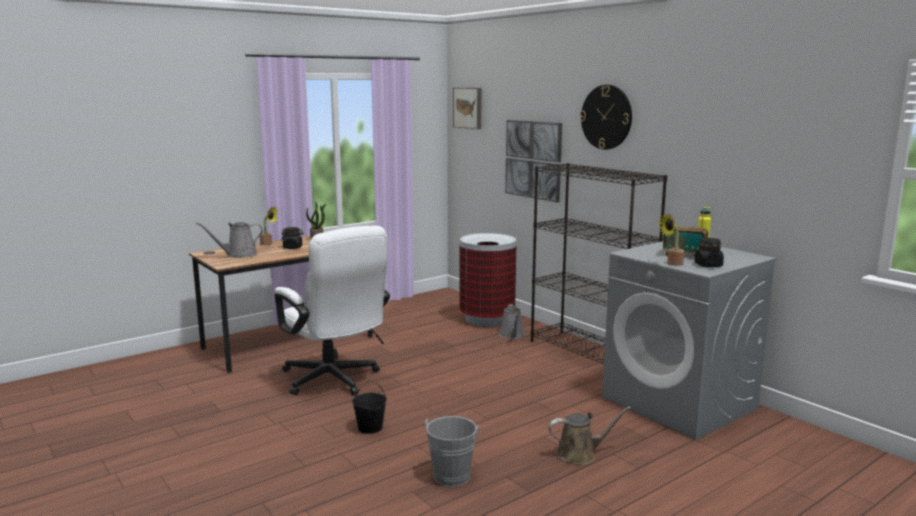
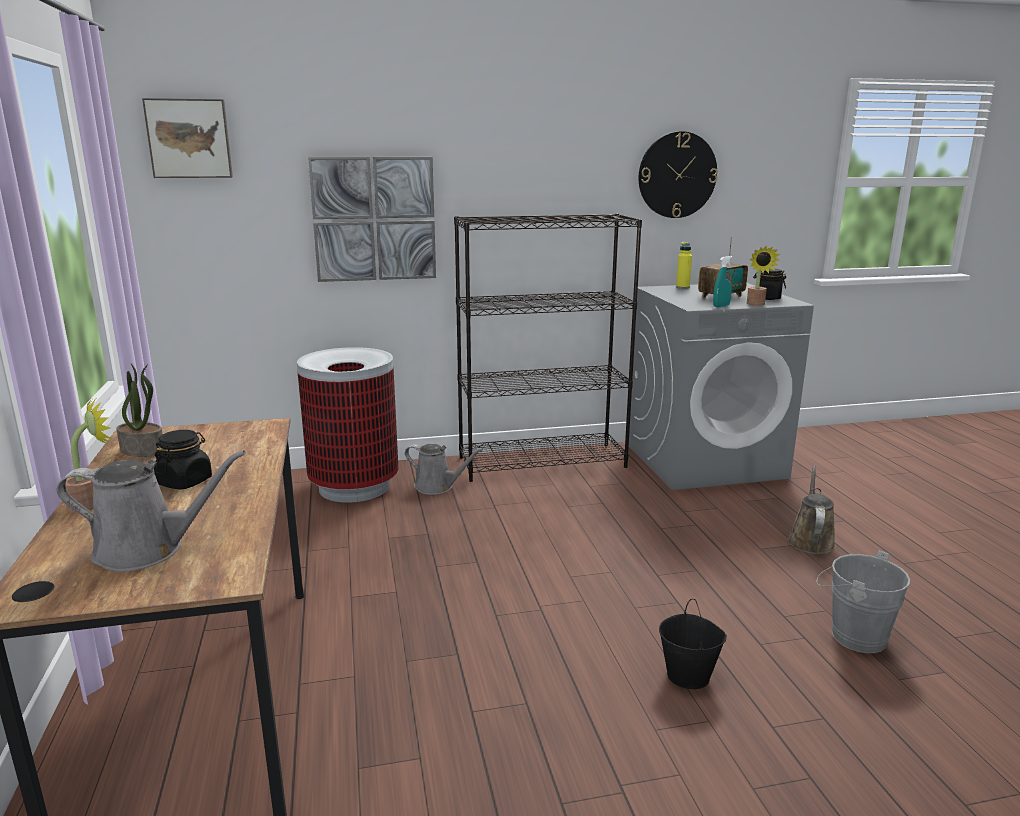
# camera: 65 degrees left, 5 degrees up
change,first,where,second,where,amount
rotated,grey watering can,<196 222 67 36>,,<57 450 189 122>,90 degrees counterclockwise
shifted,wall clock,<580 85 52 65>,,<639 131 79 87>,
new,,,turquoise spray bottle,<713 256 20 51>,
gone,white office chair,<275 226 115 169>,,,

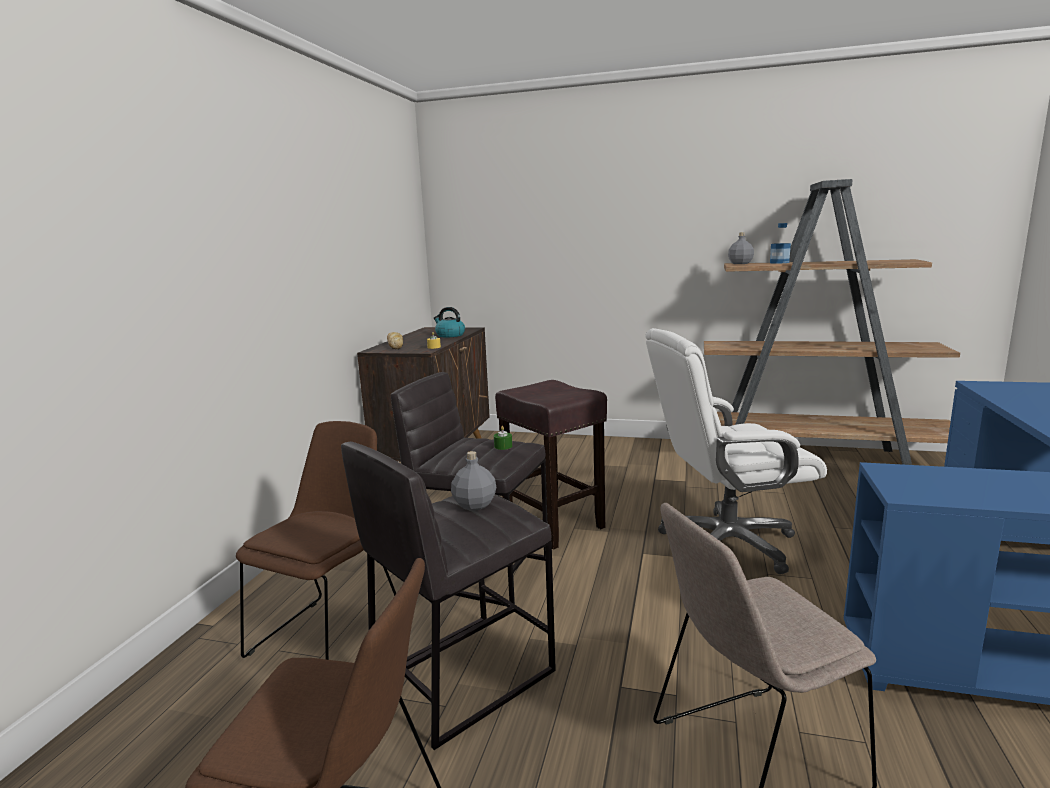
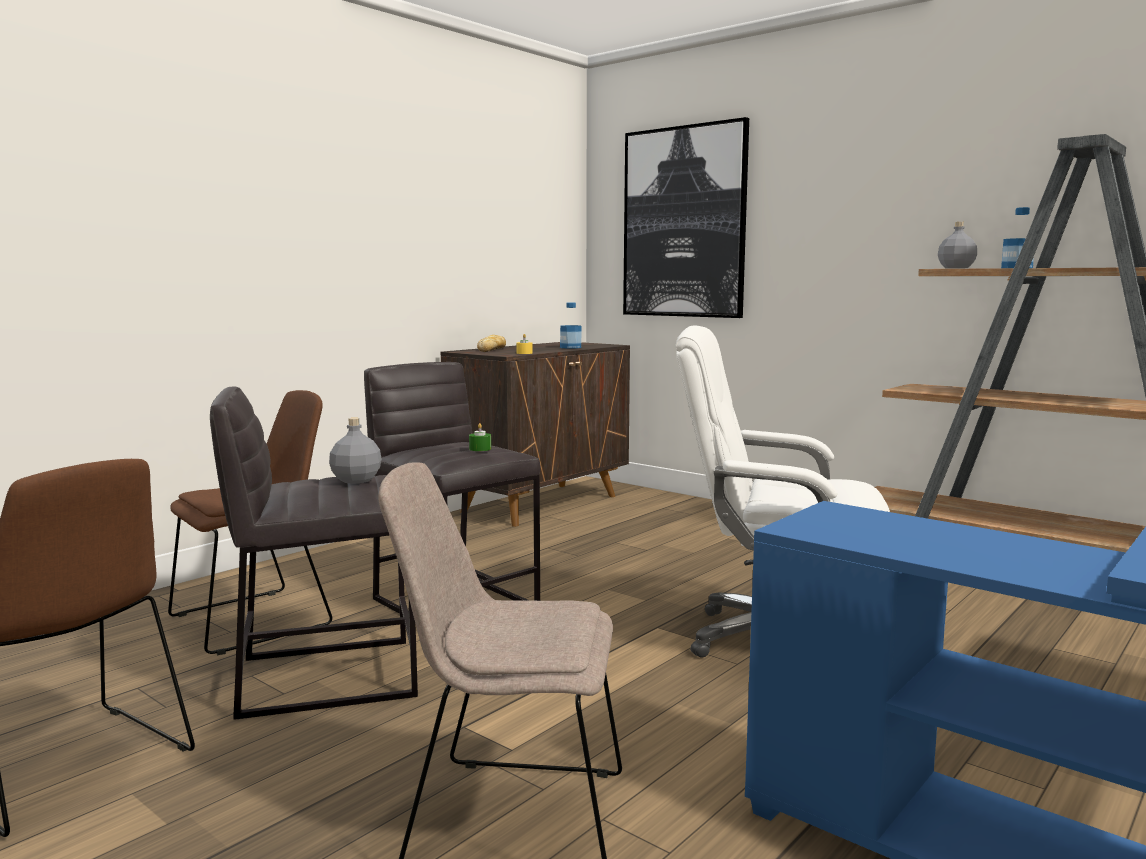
# camera: 25 degrees right, 5 degrees down
change,first,where,second,where,amount
swapped,kettle,<433 307 32 31>,bottle,<560 303 21 46>,
new,,,picture,<623 117 126 201>,
gone,brown stool,<495 380 112 170>,,,

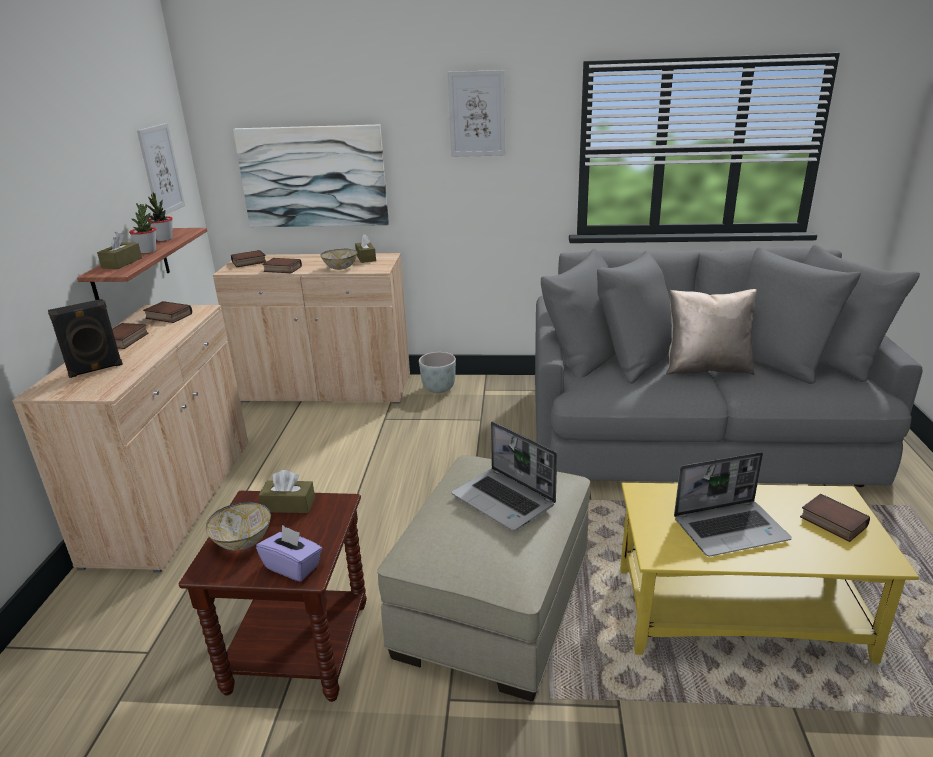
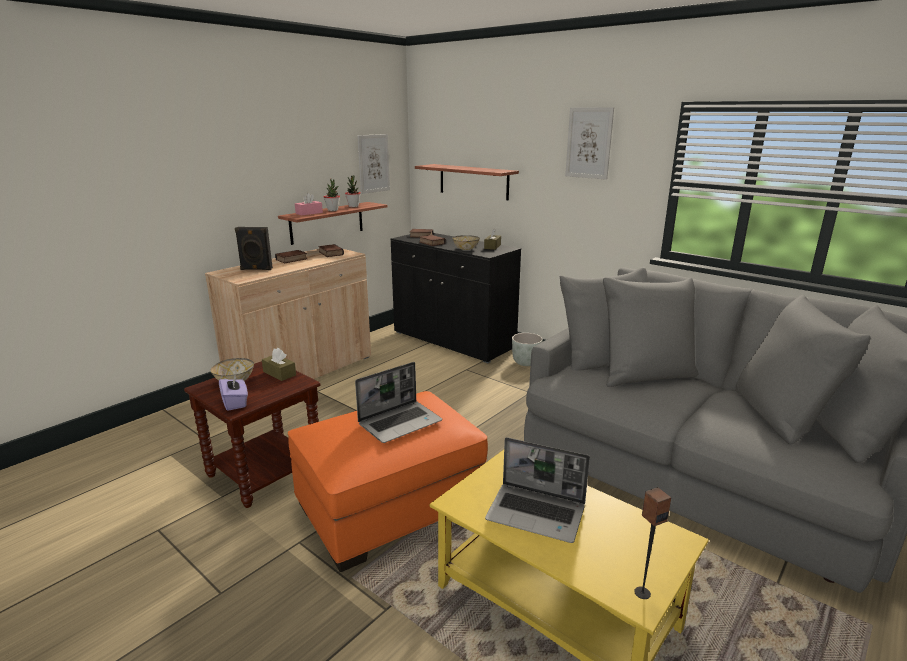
# camera: 35 degrees right, 5 degrees down
change,first,where,second,where,amount
repainted,beige ottoman,<377 455 213 246>,orange ottoman,<288 391 200 181>,
repainted,brown tissue box,<97 232 45 37>,pink tissue box,<295 193 28 23>,
rotated,laptop,<452 422 105 109>,,<355 362 87 81>,120 degrees counterclockwise
repainted,beige cabinet,<213 253 197 150>,black cabinet,<391 233 130 130>,
swapped,picture,<233 124 156 103>,shelf,<415 164 104 36>,
new,,,speaker,<634 487 37 112>,
gone,beige pillow,<666 289 91 86>,,,
gone,book,<800 494 70 48>,,,

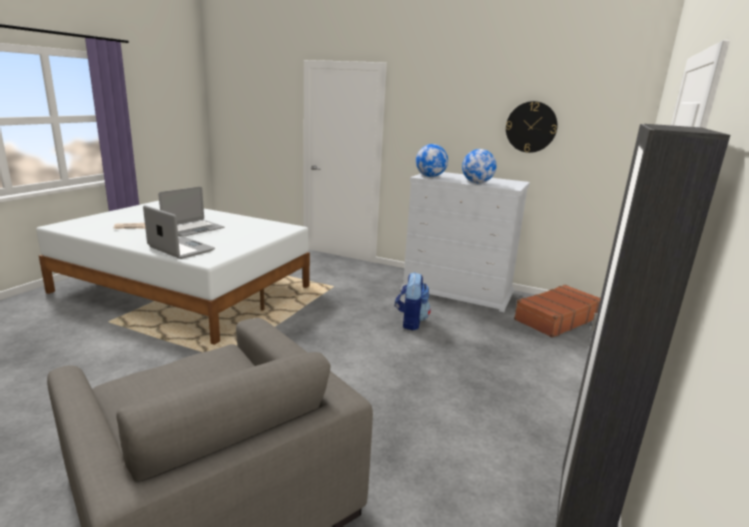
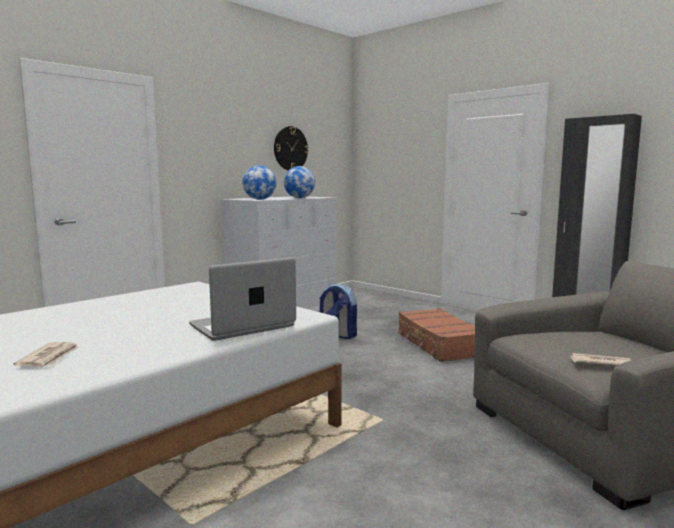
# camera: 70 degrees left, 10 degrees down
change,first,where,second,where,amount
shifted,brown suitcase,<514 284 87 54>,,<398 308 77 54>,
new,,,newspaper,<569 353 62 13>,
gone,laptop,<158 187 66 50>,,,

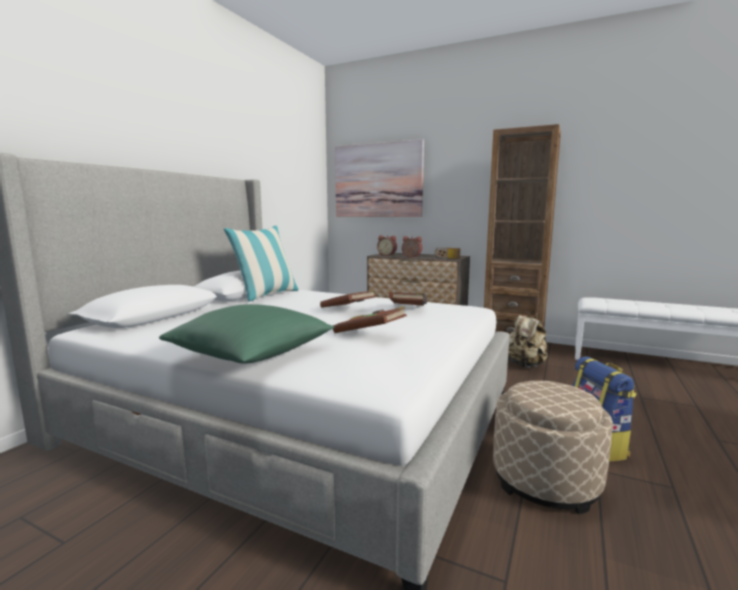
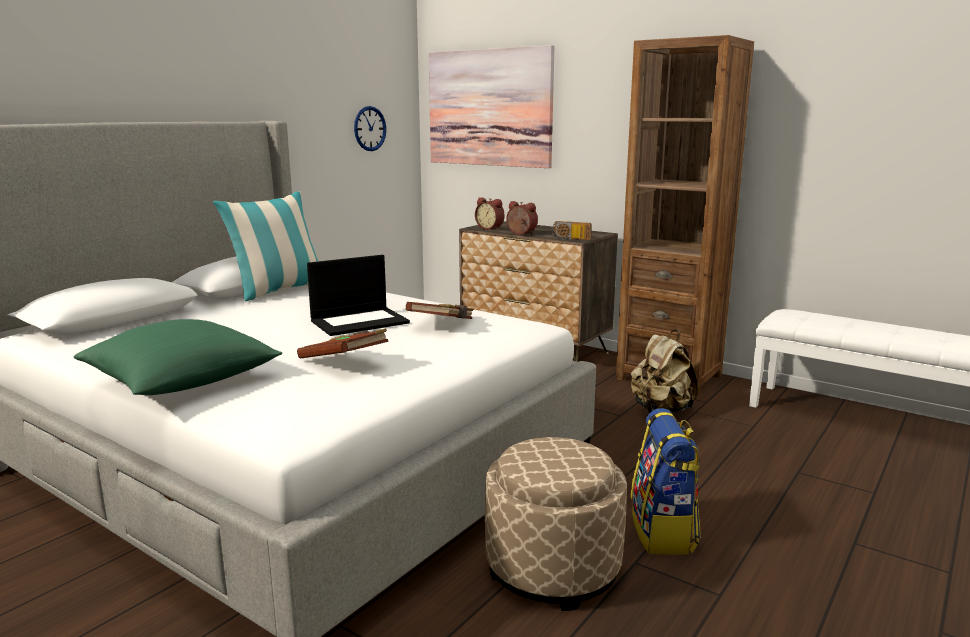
# camera: 10 degrees right, 5 degrees up
change,first,where,second,where,amount
swapped,brown book,<320 289 56 19>,laptop,<307 255 103 81>,
new,,,wall clock,<354 106 32 45>,

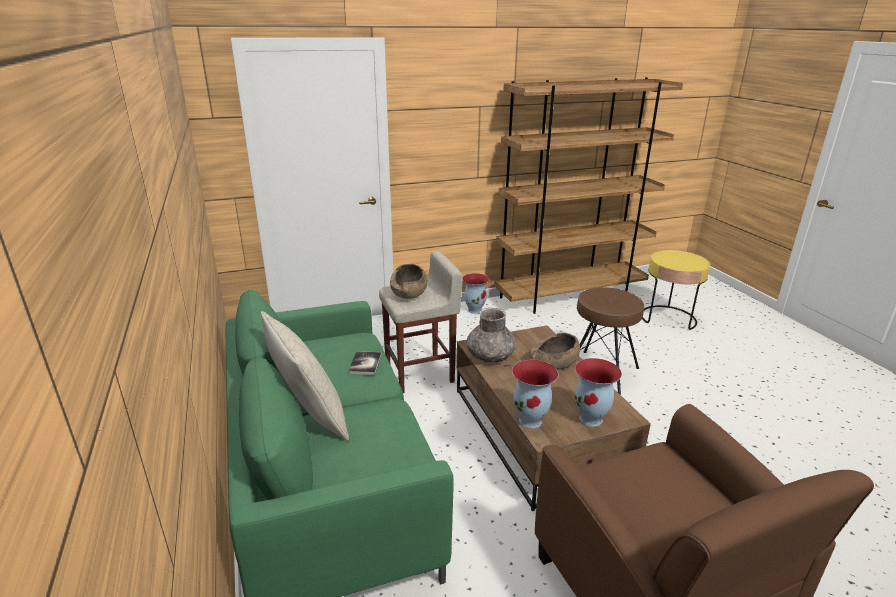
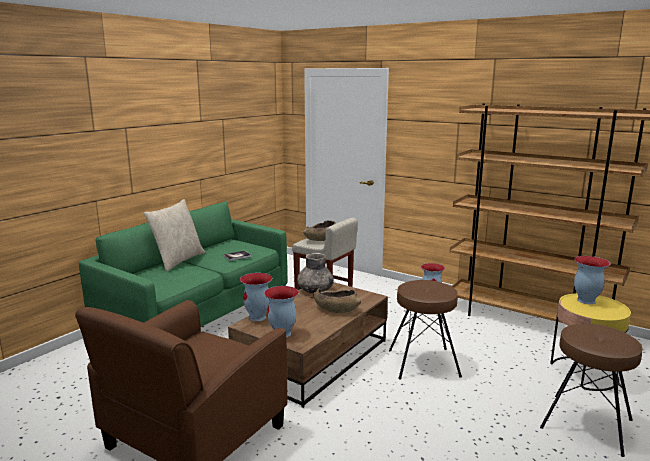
# camera: 55 degrees right, 10 degrees down
change,first,where,second,where,amount
new,,,brown stool,<540 324 102 133>,
new,,,vase,<574 256 37 48>,

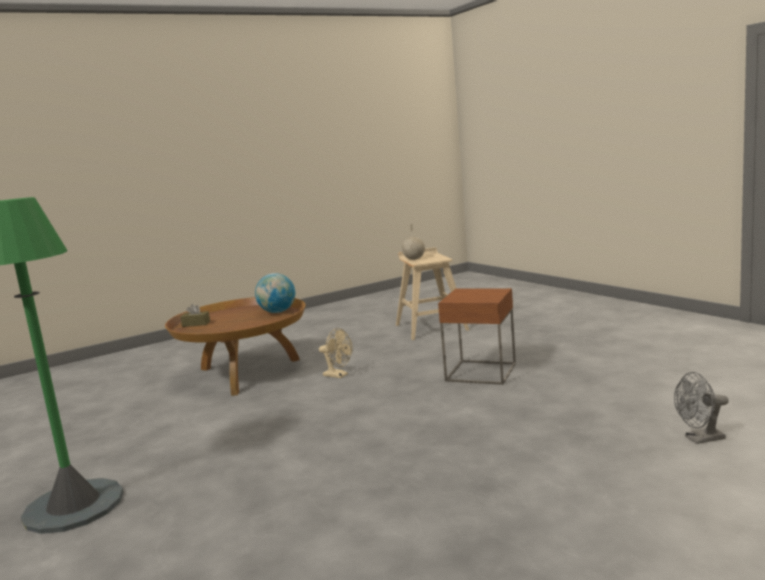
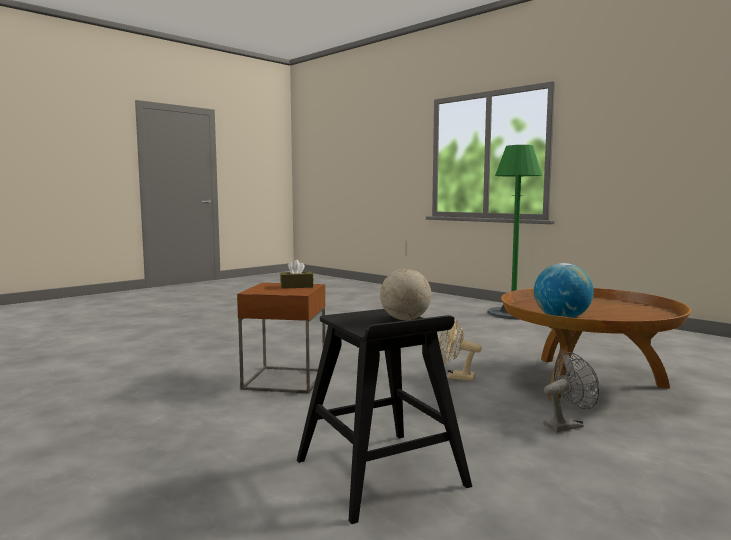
# camera: 165 degrees right, 5 degrees down
change,first,where,second,where,amount
shifted,brown tissue box,<181 304 29 23>,,<280 260 33 29>,
repainted,beige stool,<396 247 73 93>,black stool,<297 309 175 215>,
shifted,grey fan,<674 372 54 72>,,<543 352 56 80>,

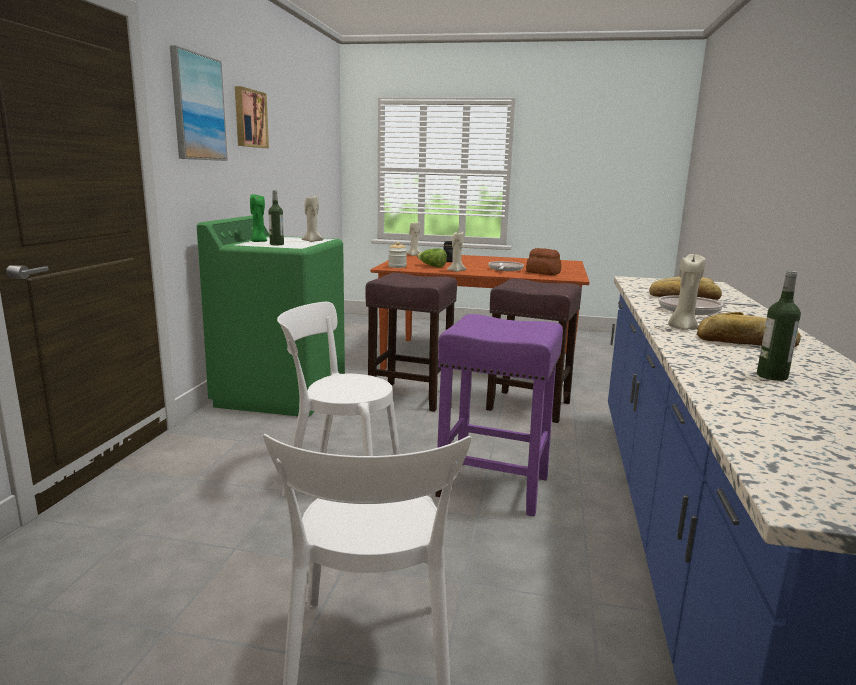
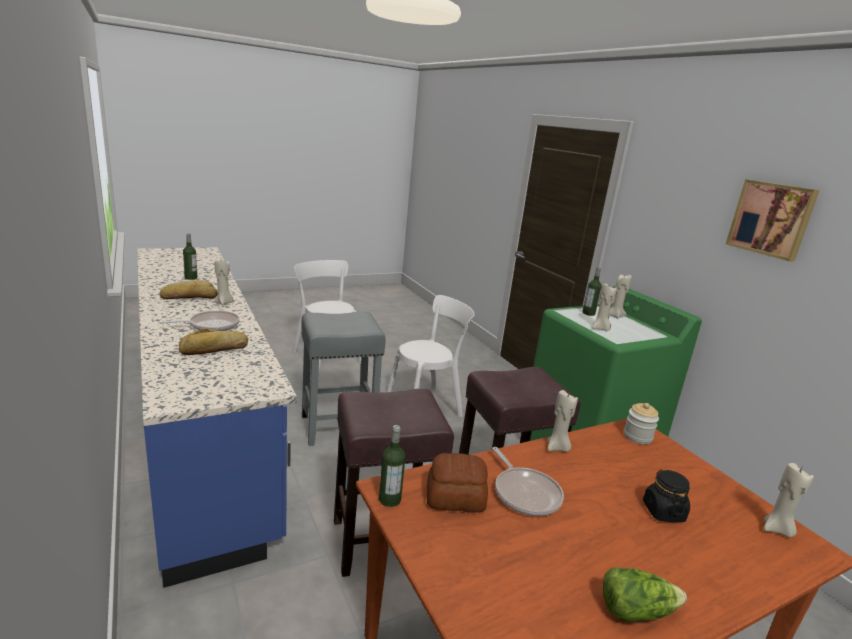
# camera: 140 degrees right, 5 degrees up
change,first,where,second,where,amount
repainted,purple stool,<435 314 128 203>,grey stool,<301 311 85 135>,
new,,,bottle,<379 425 26 82>,
shifted,lettuce,<417 248 30 20>,,<603 567 84 55>,
repainted,green candle,<250 194 17 48>,beige candle,<609 275 23 43>,
gone,picture,<170 45 58 116>,,,

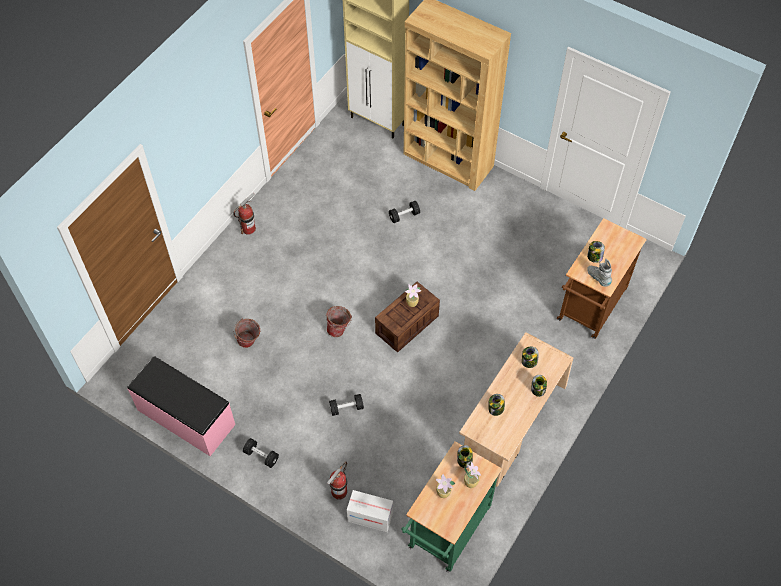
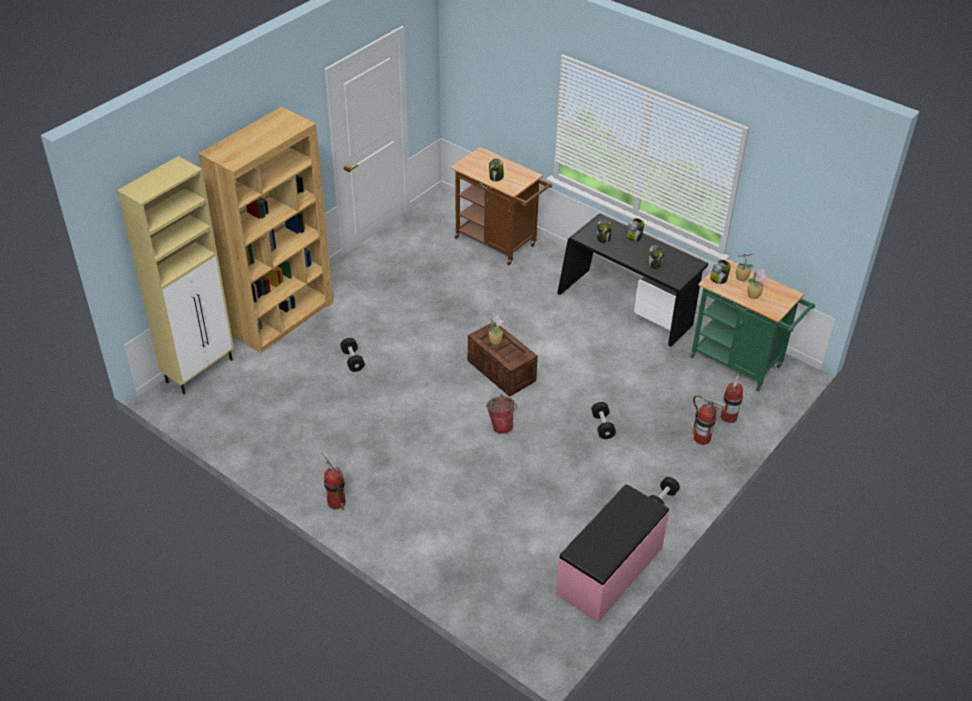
# camera: 85 degrees left, 15 degrees down
change,first,where,second,where,amount
repainted,beige desk,<459 332 114 155>,black desk,<557 214 151 133>,
swapped,cardboard box,<347 490 46 42>,fire extinguisher,<721 371 22 52>,
gone,bucket,<234 318 26 30>,,,
gone,grey boot,<587 259 25 28>,,,

